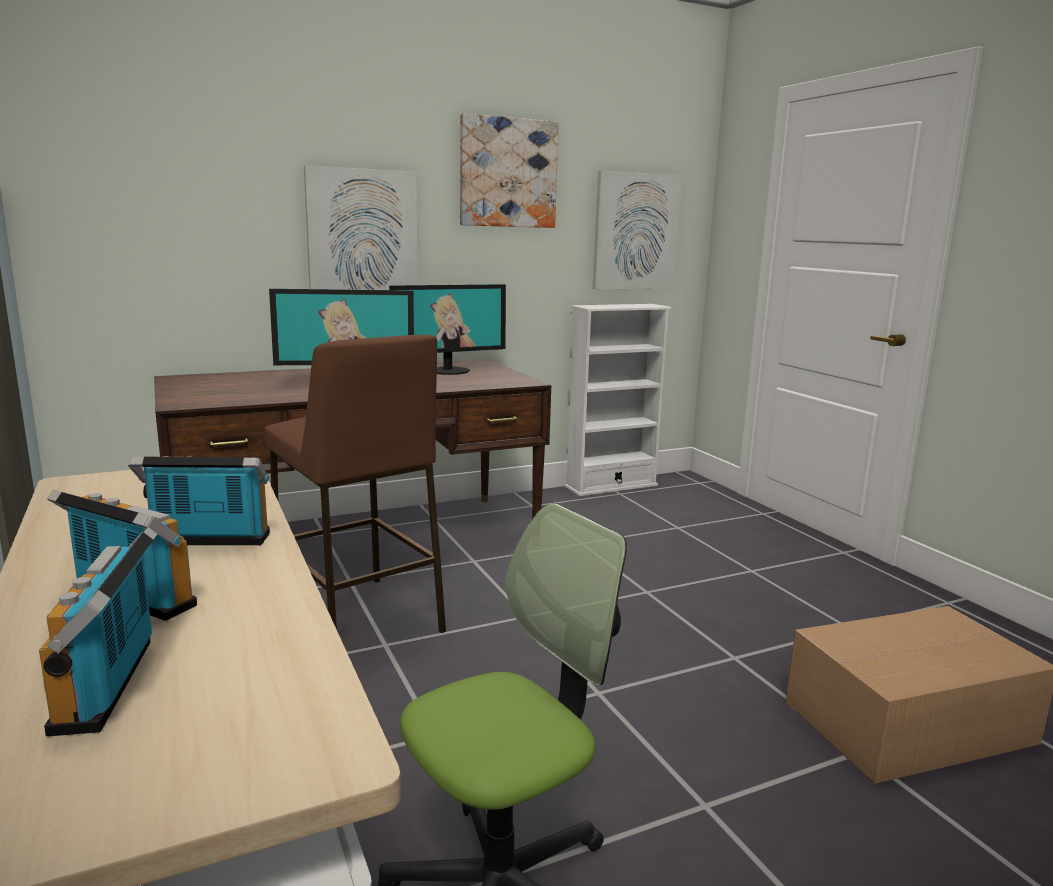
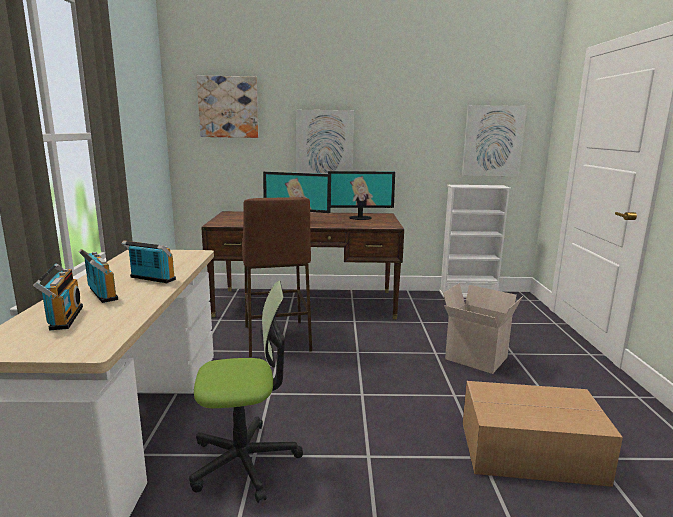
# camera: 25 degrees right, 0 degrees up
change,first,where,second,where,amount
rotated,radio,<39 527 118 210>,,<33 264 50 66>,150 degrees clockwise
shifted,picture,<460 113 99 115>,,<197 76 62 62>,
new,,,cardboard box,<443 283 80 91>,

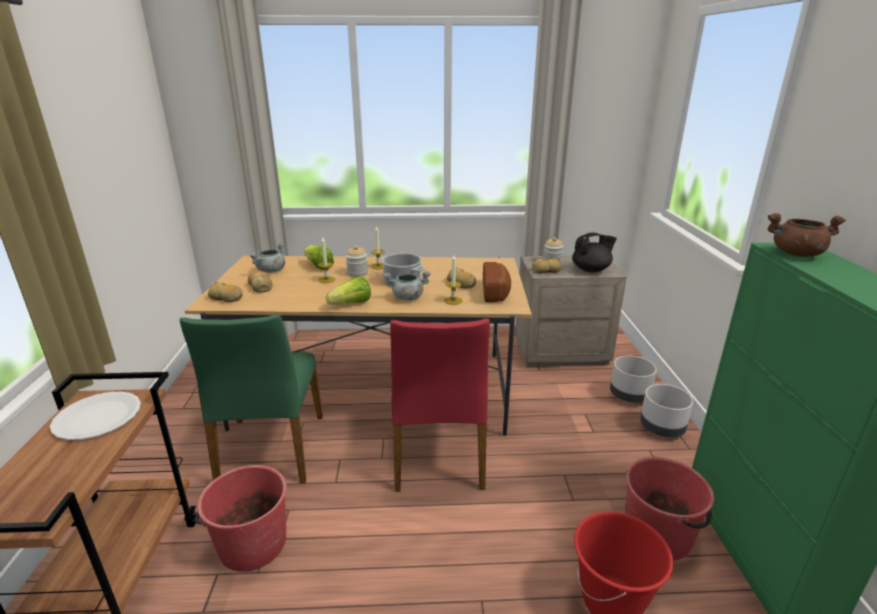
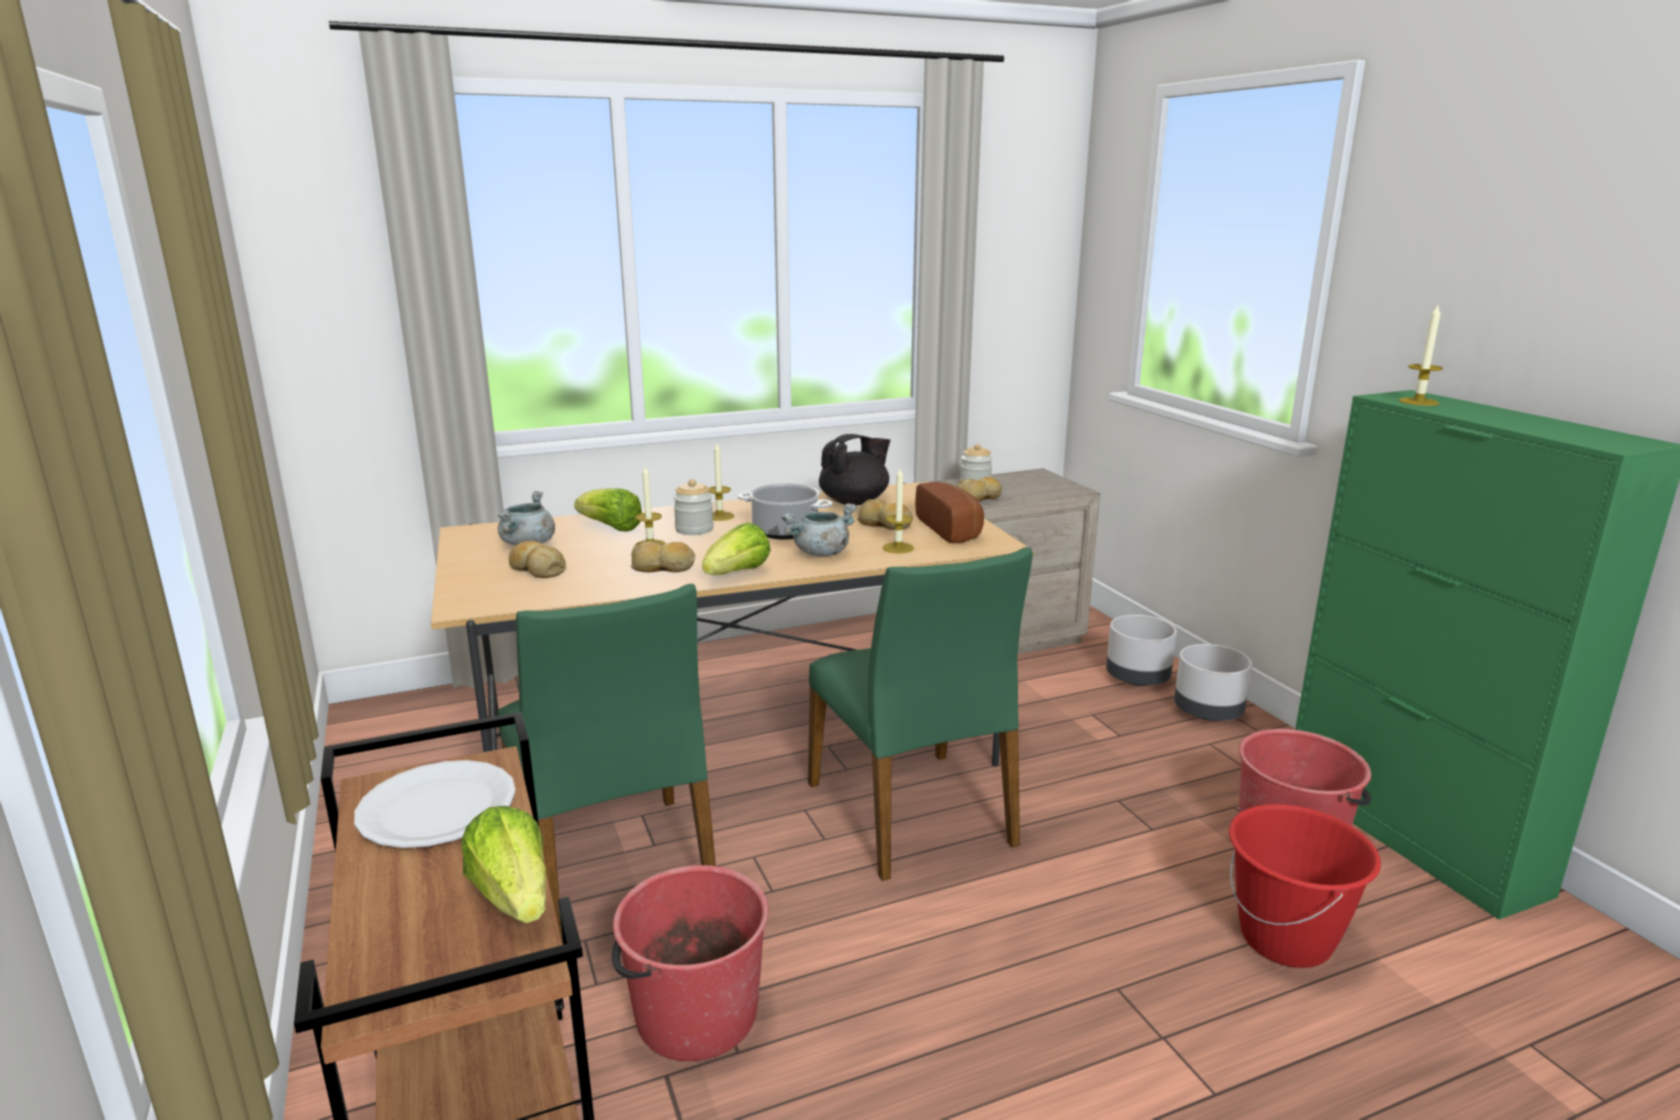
# camera: 20 degrees left, 5 degrees down
change,first,where,second,where,amount
new,,,lettuce,<462 806 84 117>,
shifted,bread,<208 282 35 20>,,<631 541 64 31>,
repainted,red chair,<390 318 100 174>,green chair,<808 547 225 334>,
shifted,black teapot,<572 233 45 40>,,<819 434 72 71>,
swapped,brown cooking pot,<767 213 79 44>,candle,<1399 305 44 101>,

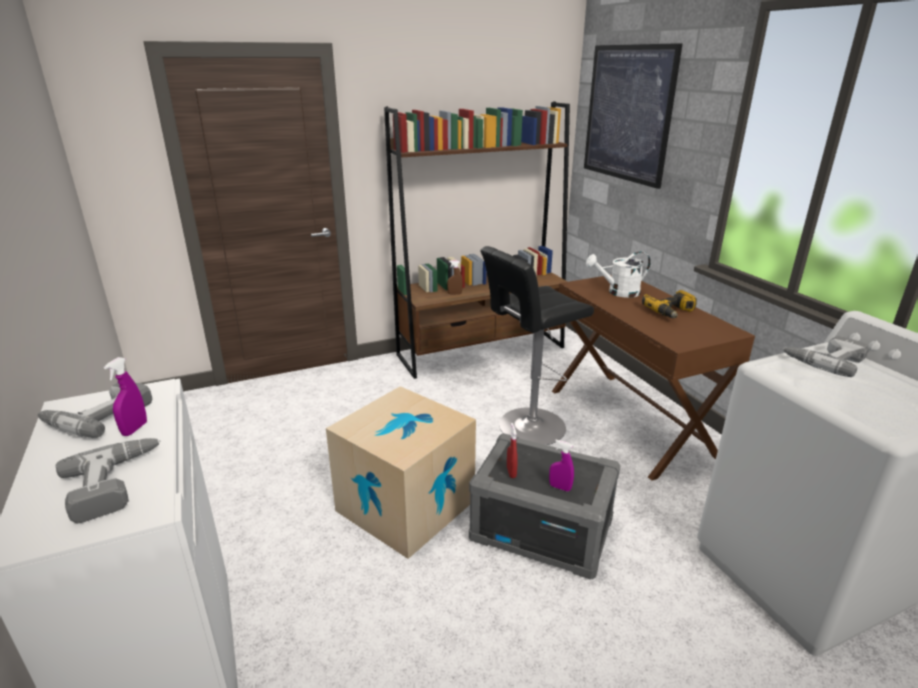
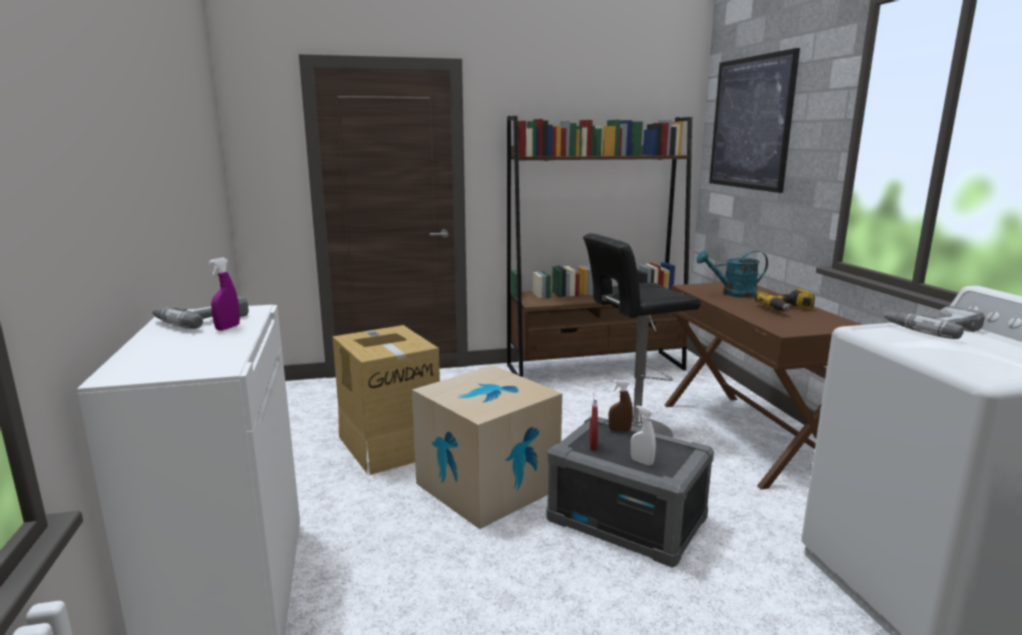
# camera: 10 degrees right, 10 degrees down
change,first,where,second,where,amount
new,,,cardboard box,<332 325 108 150>,
shifted,brown spray bottle,<447 260 16 35>,,<609 380 24 51>,
repainted,purple spray bottle,<549 440 25 52>,white spray bottle,<631 406 25 60>,
repainted,white watering can,<586 251 65 47>,turquoise watering can,<697 251 71 47>,
gone,power drill,<56 438 105 86>,,,

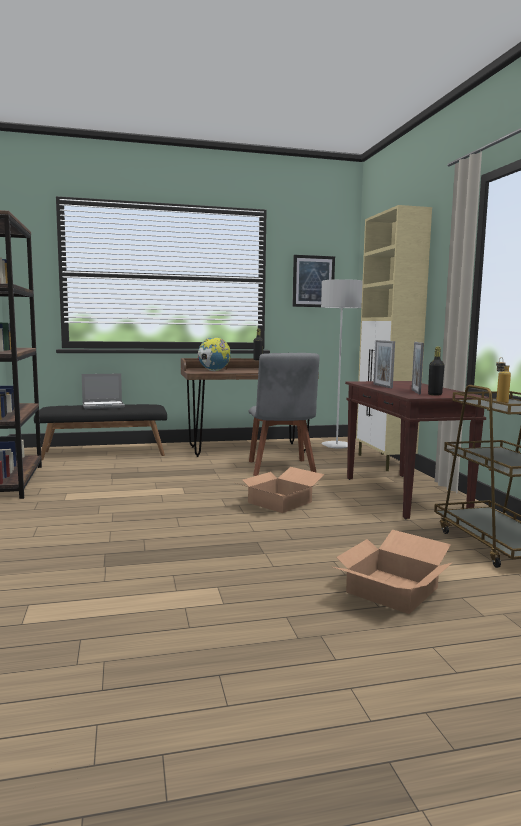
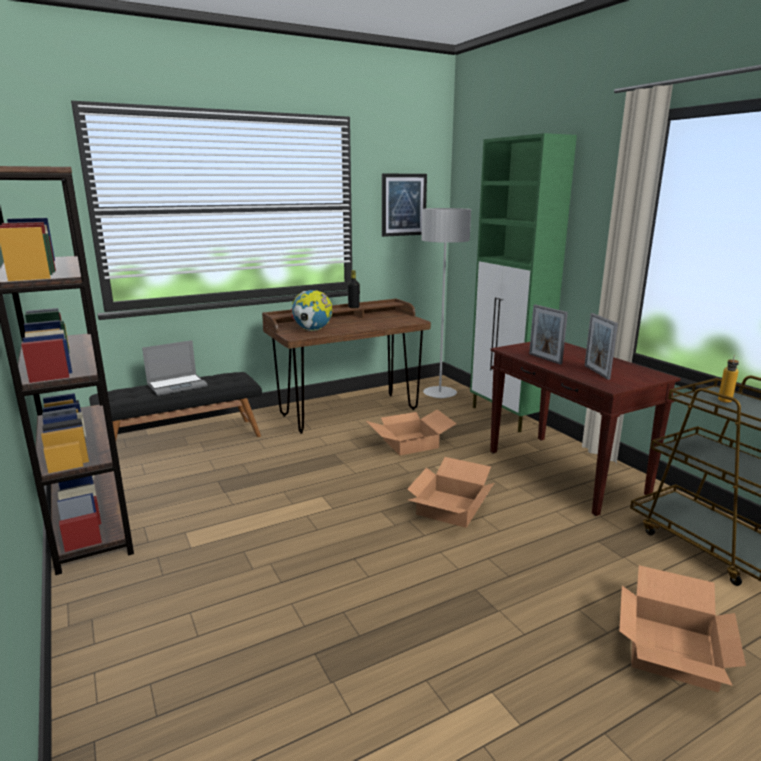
# camera: 15 degrees left, 10 degrees up
change,first,where,second,where,amount
swapped,grey chair,<248 353 72 123>,cardboard box,<366 409 91 46>,
repainted,beige cabinet,<356 205 76 266>,green cabinet,<470 133 107 299>,
gone,black bottle,<428 347 16 49>,,,

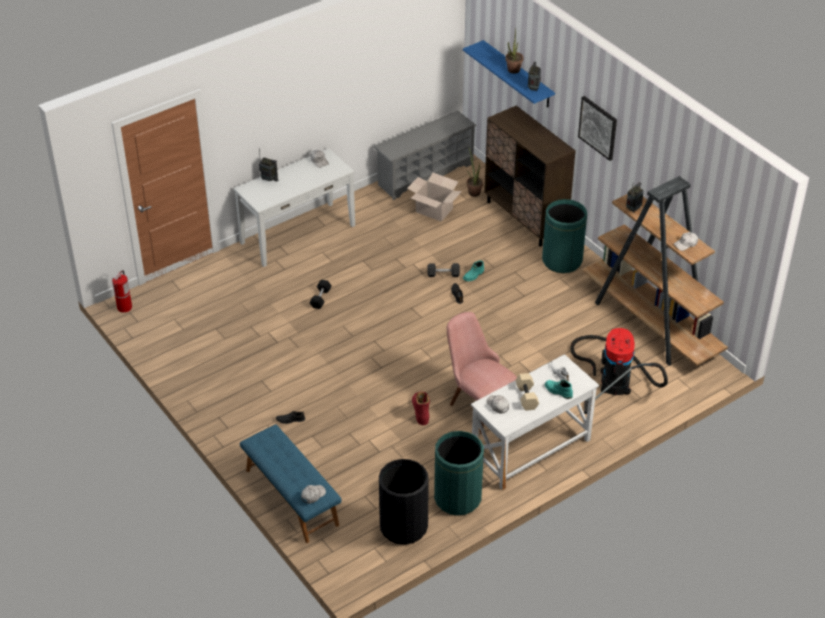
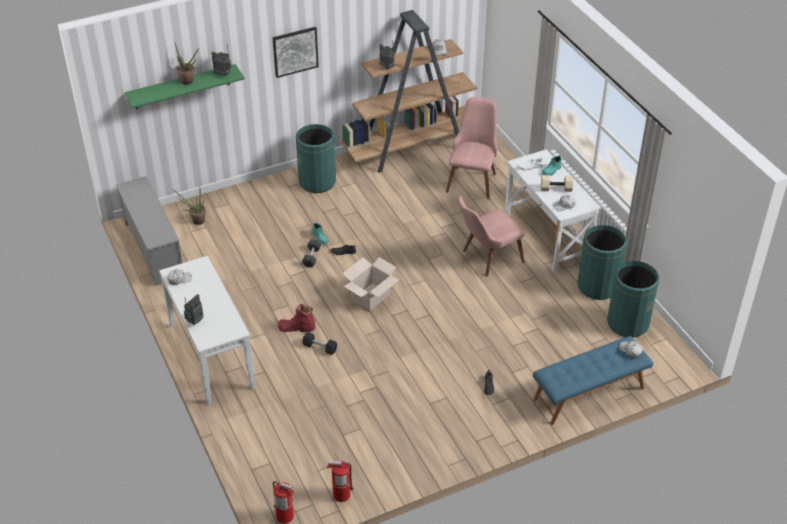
# camera: 80 degrees left, 0 degrees up
change,first,where,second,where,amount
repainted,blue shelf,<463 40 92 67>,green shelf,<125 64 120 45>,
shifted,red boot,<412 392 18 33>,,<278 304 37 28>,
new,,,fire extinguisher,<327 460 27 42>,
shifted,cardboard box,<407 173 55 49>,,<342 257 57 54>,
swapped,vacuum cleaner,<570 328 98 86>,pink chair,<446 97 51 102>,
repainted,black trash can,<379 459 50 86>,green trash can,<607 261 52 77>,
gone,brown cabinet,<484 106 92 141>,,,

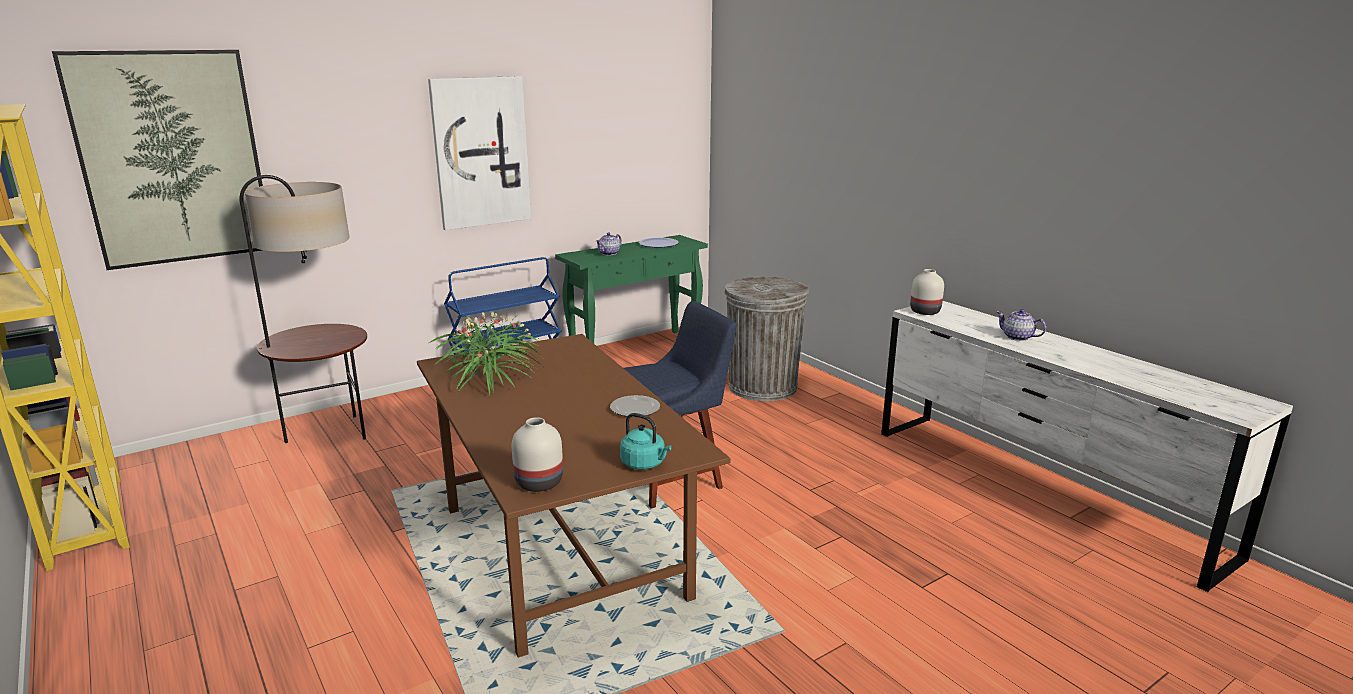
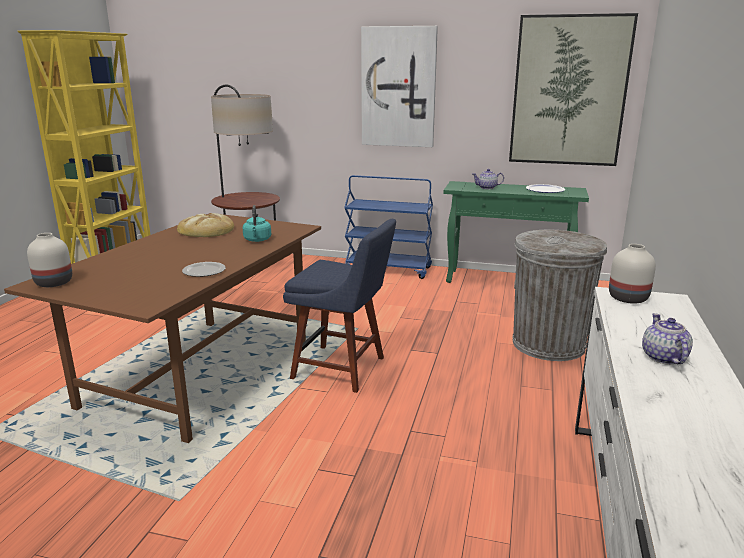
# camera: 50 degrees right, 0 degrees up
change,first,where,second,where,amount
swapped,potted plant,<429 312 113 83>,bread,<177 213 57 24>,
shifted,turquoise kettle,<620 413 51 57>,,<243 205 28 37>,
shifted,picture,<52 50 211 220>,,<509 13 129 153>,

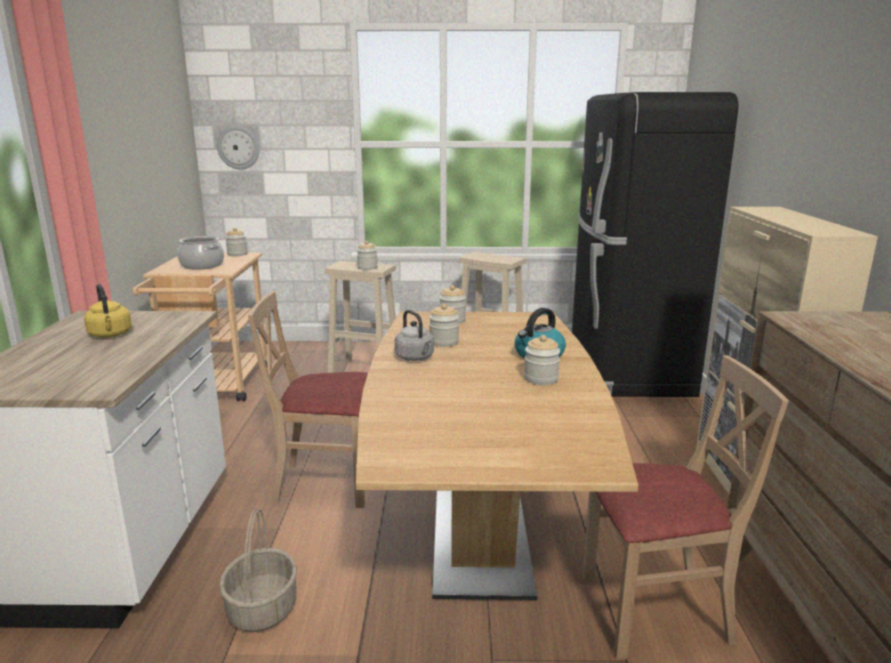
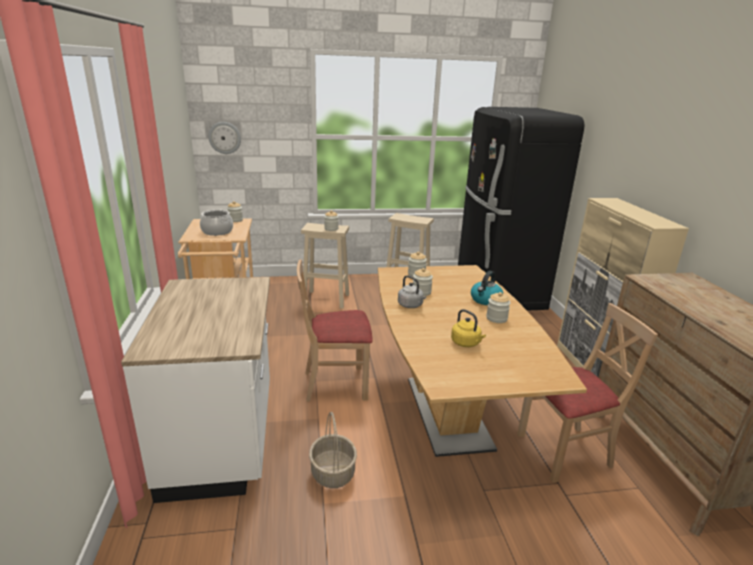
# camera: 10 degrees left, 5 degrees up
change,first,where,second,where,amount
shifted,yellow kettle,<84 284 48 54>,,<451 309 35 38>,

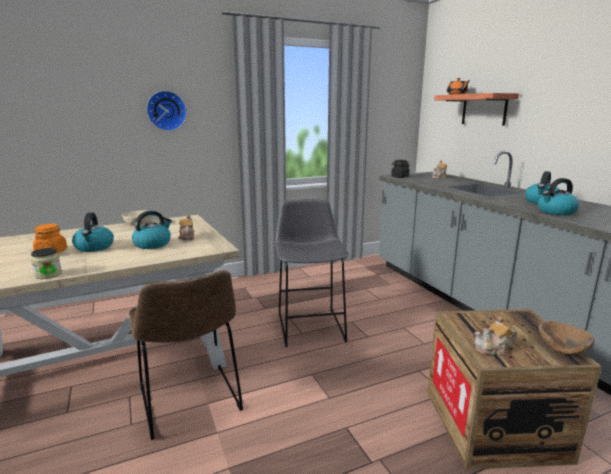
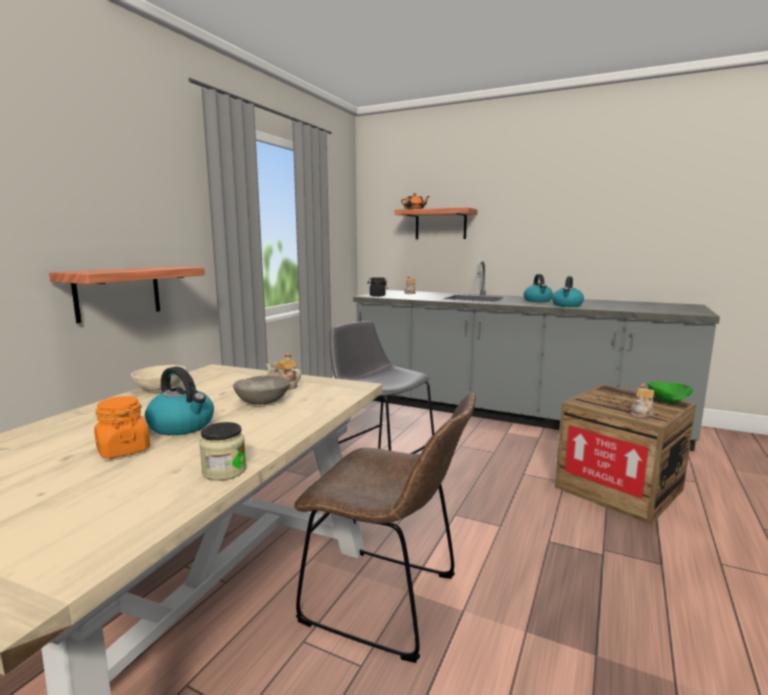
# camera: 40 degrees left, 5 degrees down
change,first,where,second,where,amount
new,,,shelf,<49 266 156 57>,
swapped,kettle,<132 210 40 39>,grey bowl,<233 375 57 30>,
repainted,brown bowl,<538 320 57 35>,green bowl,<648 382 45 21>,
gone,wall clock,<146 91 41 40>,,,

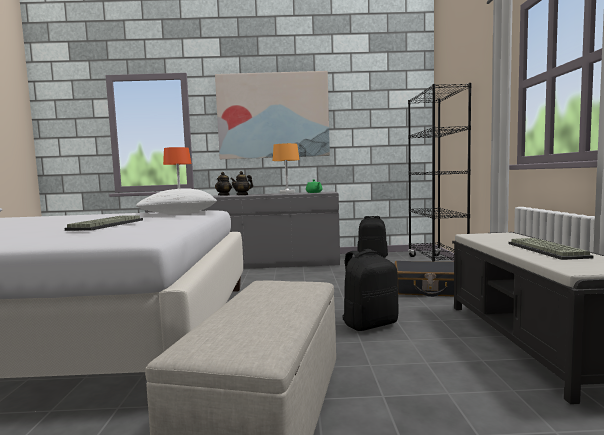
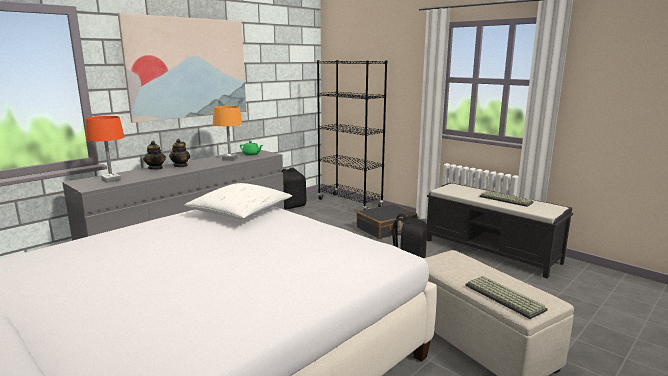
# camera: 45 degrees left, 10 degrees up
change,first,where,second,where,amount
shifted,keyboard,<65 215 78 16>,,<465 276 83 43>,

